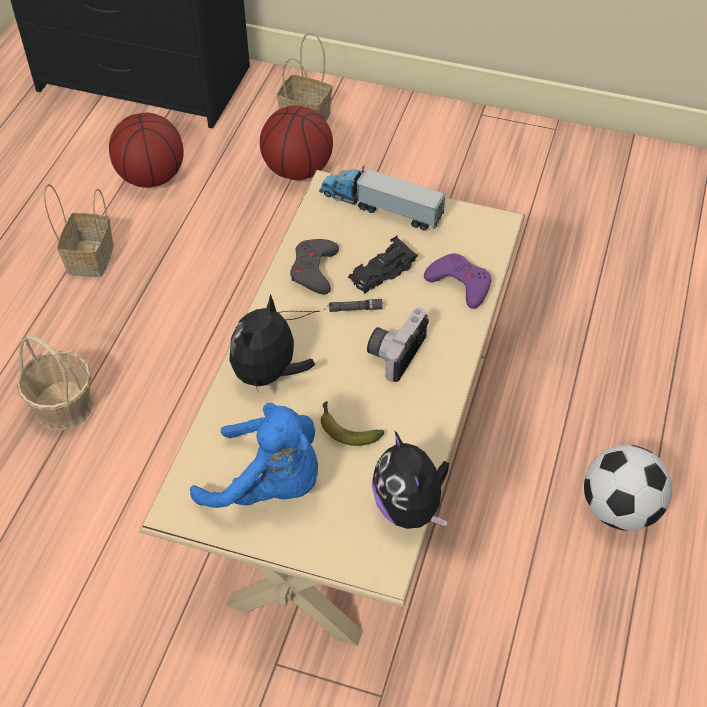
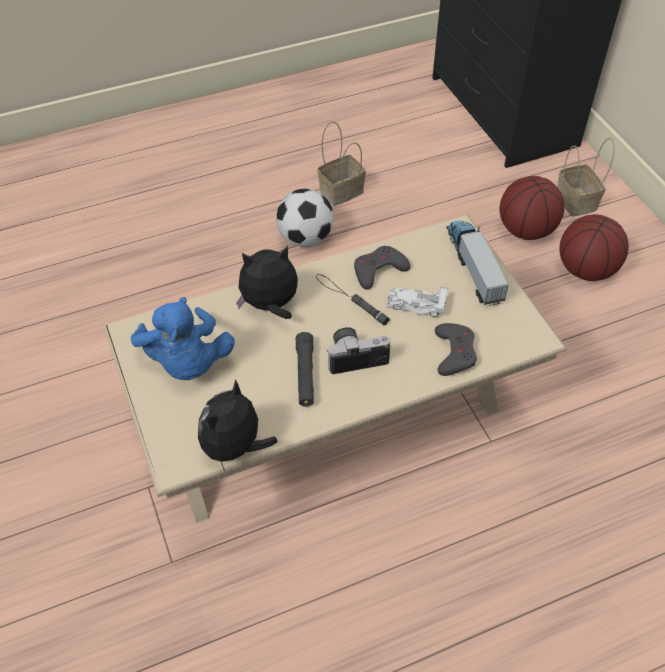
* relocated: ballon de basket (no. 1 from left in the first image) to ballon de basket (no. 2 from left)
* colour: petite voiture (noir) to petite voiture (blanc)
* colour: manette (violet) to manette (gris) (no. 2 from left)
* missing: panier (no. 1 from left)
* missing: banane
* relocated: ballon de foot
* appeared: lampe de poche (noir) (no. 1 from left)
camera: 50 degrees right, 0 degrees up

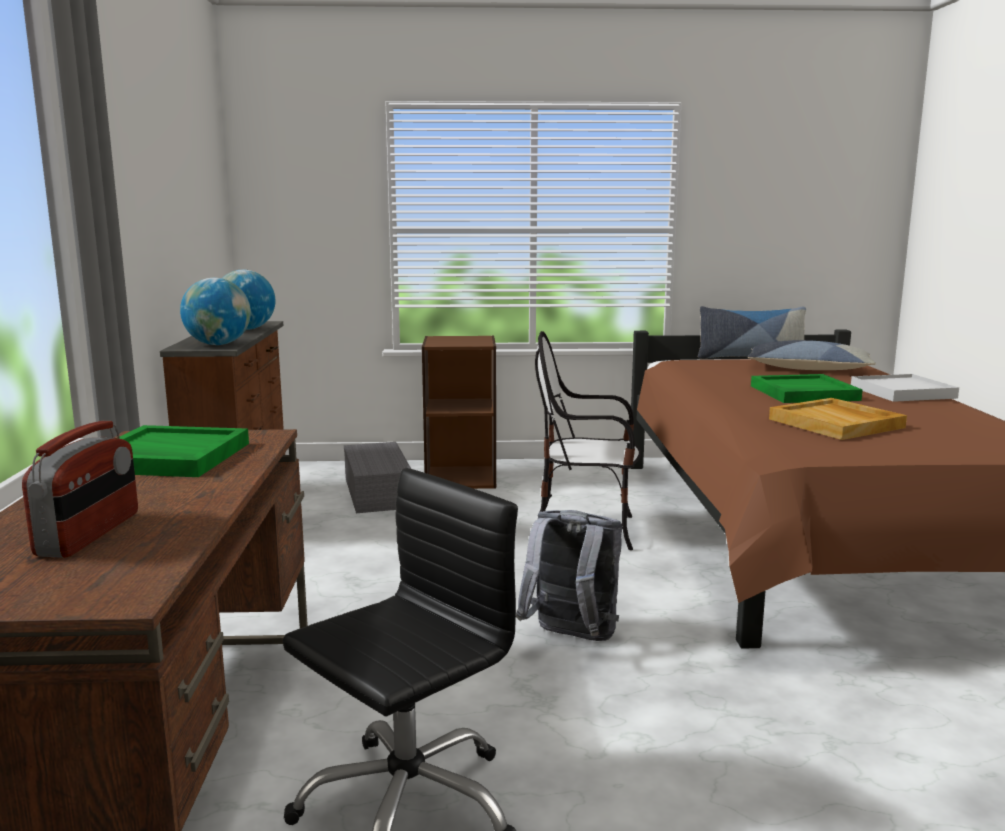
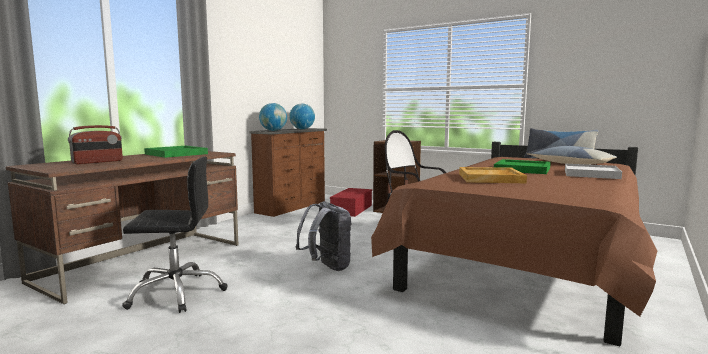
* colour: boîte de rangement (gris) to boîte de rangement (rouge)
camera: 35 degrees right, 5 degrees down

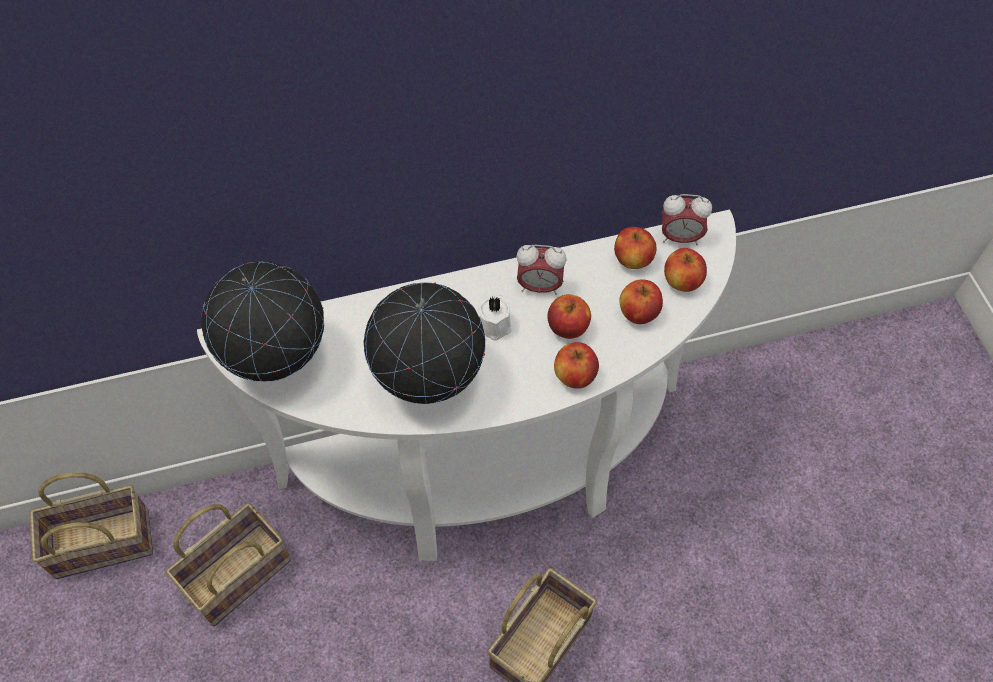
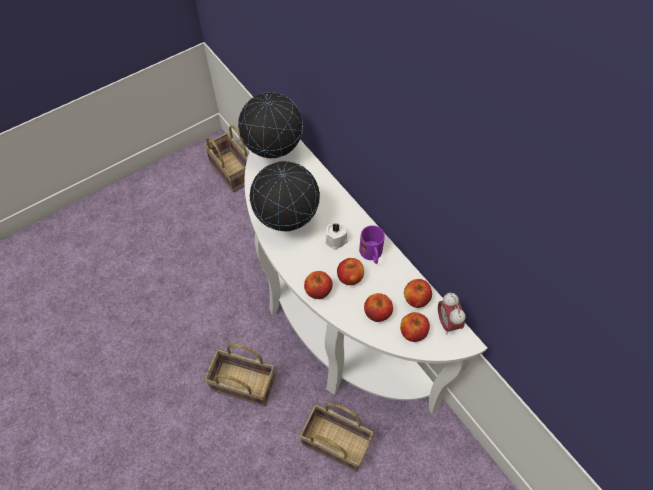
* exchanged: réveil (no. 1 from left) to mug (violet)
* relocated: panier (no. 2 from left in the first image) to panier (no. 3 from left)
camera: 70 degrees right, 0 degrees up

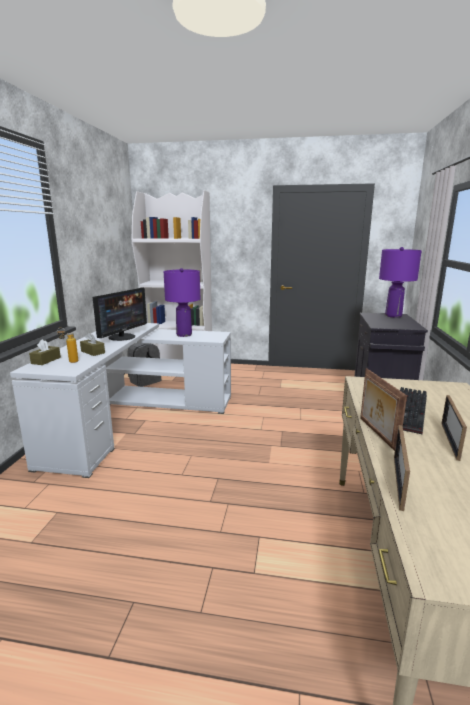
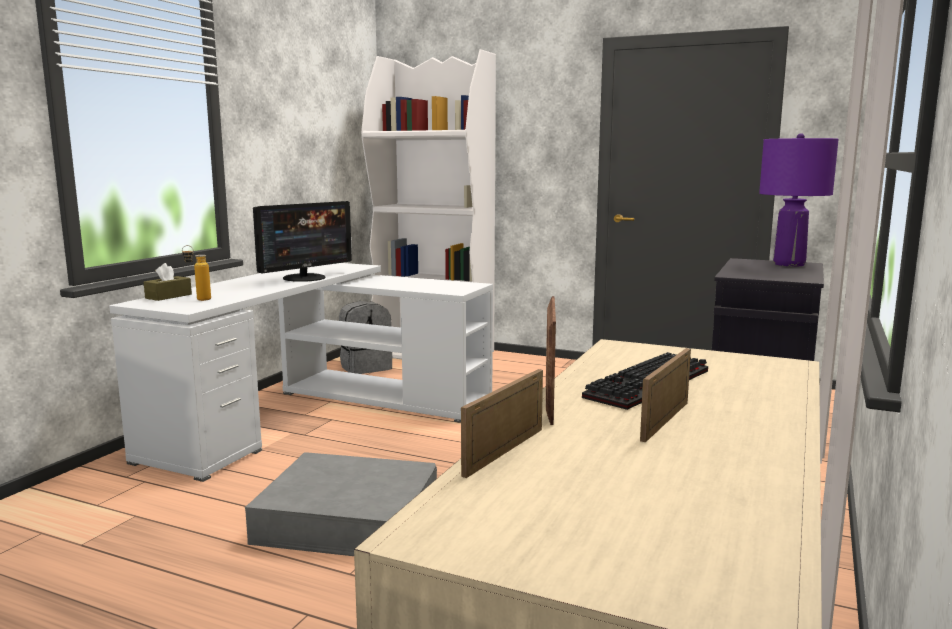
* missing: lampe de table (violet) (no. 1 from left)
* missing: boîte à mouchoirs (marron) (no. 2 from left)
* appeared: boîte de rangement (gris)
camera: 15 degrees right, 5 degrees down

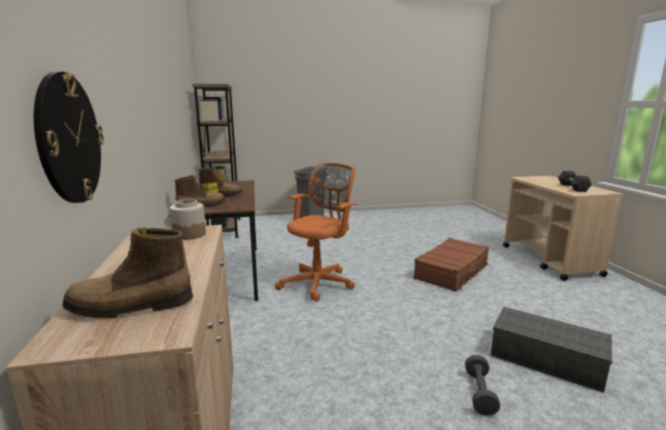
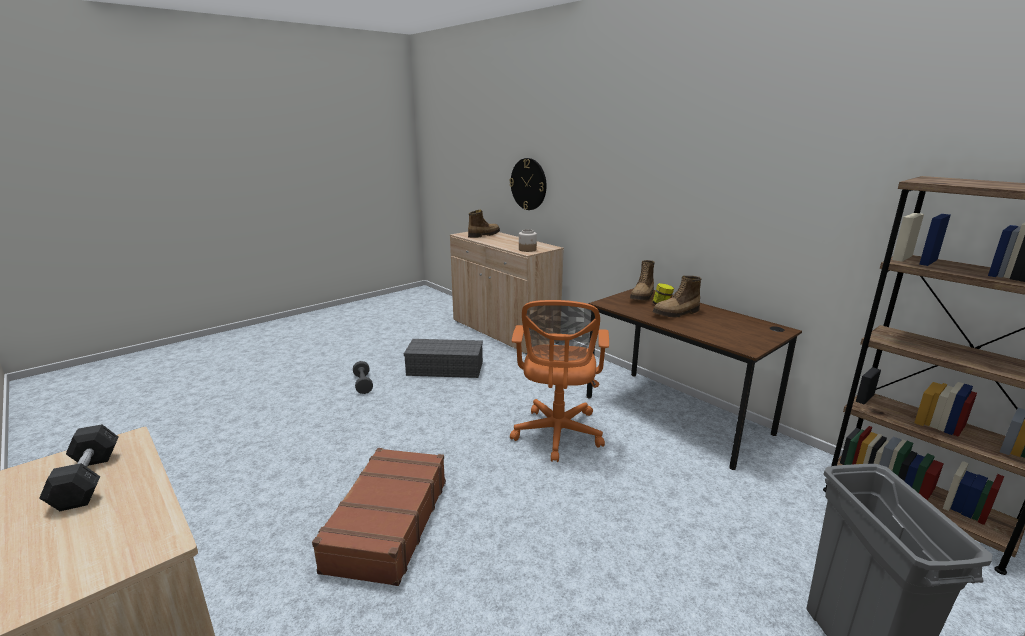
* relocated: boîte de rangement (gris)
camera: 150 degrees right, 5 degrees up

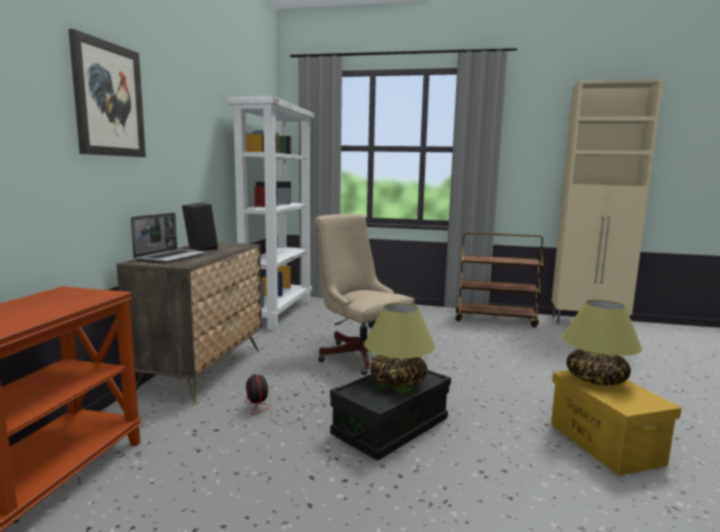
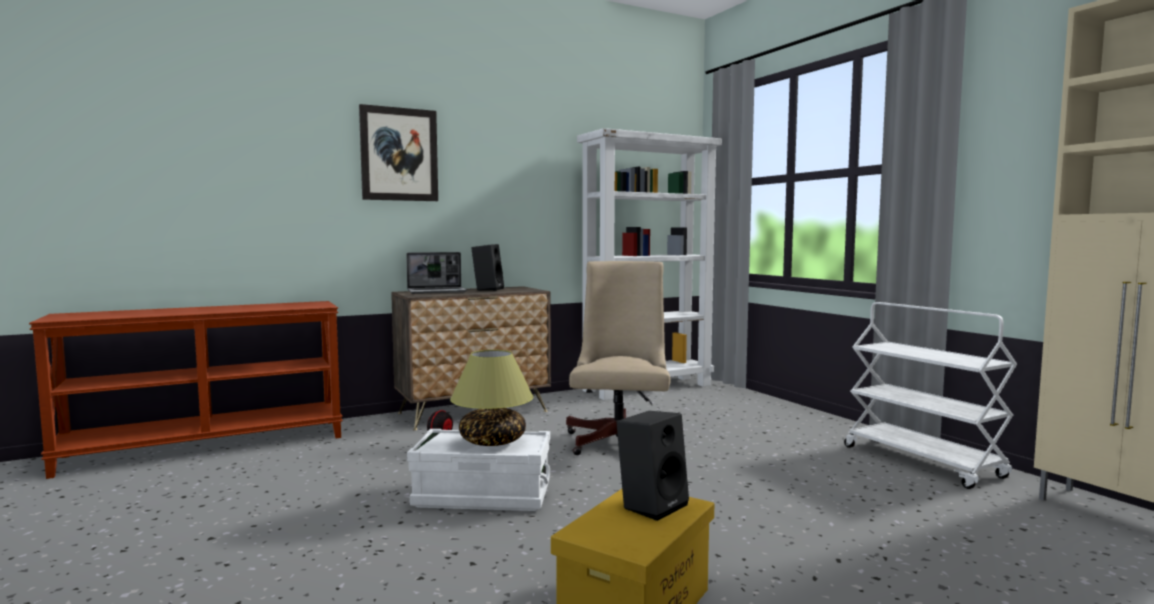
* colour: chariot (marron) to chariot (blanc)
* exchanged: lampe de table (no. 2 from left) to enceinte (noir) (no. 2 from left)
* colour: boîte de rangement (noir) to boîte de rangement (blanc)
camera: 50 degrees right, 5 degrees down

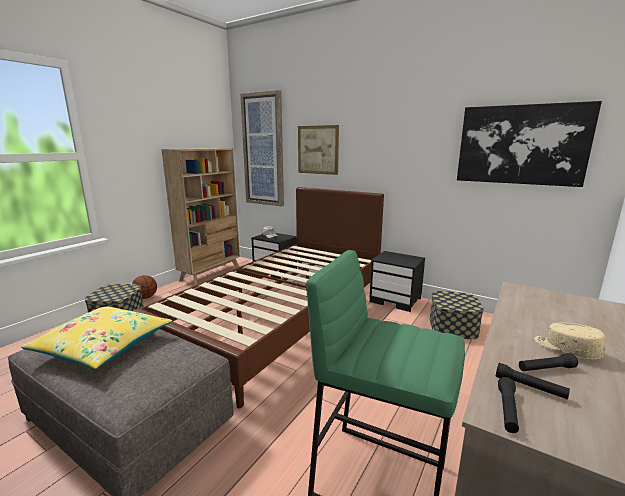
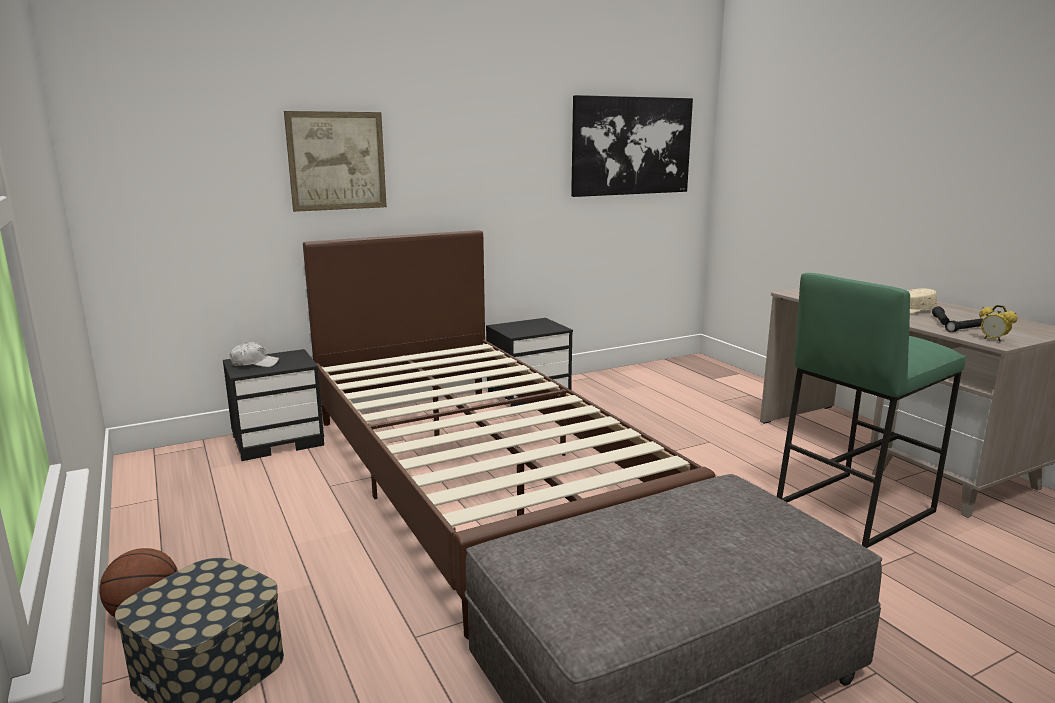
* missing: tableau (no. 1 from left)
* missing: bibliothèque (beige)
* missing: boîte de rangement (no. 2 from left)
* missing: coussin (jaune)
* exchanged: lampe de poche (noir) (no. 1 from left) to réveil
camera: 60 degrees left, 0 degrees up

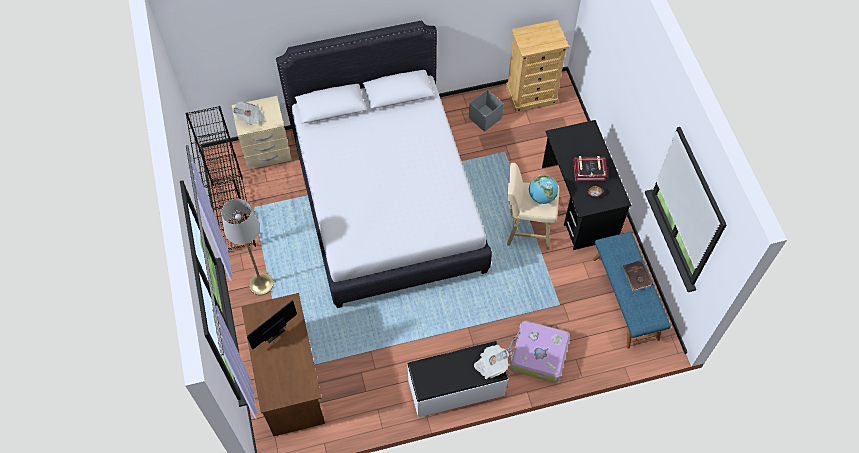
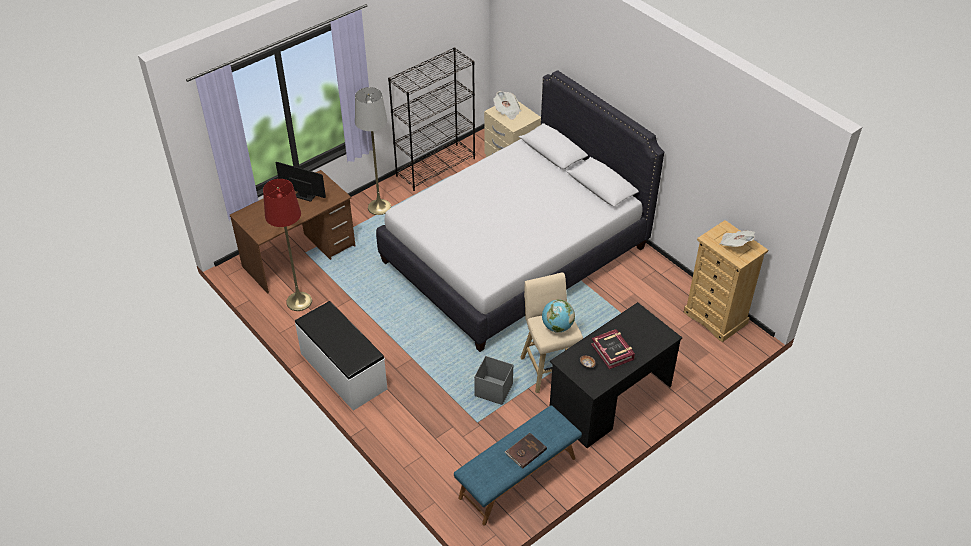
* relocated: boîte de rangement (gris)
* missing: valise
* relocated: journal (no. 2 from left)
* appeared: lampadaire (rouge)
camera: 65 degrees right, 15 degrees down

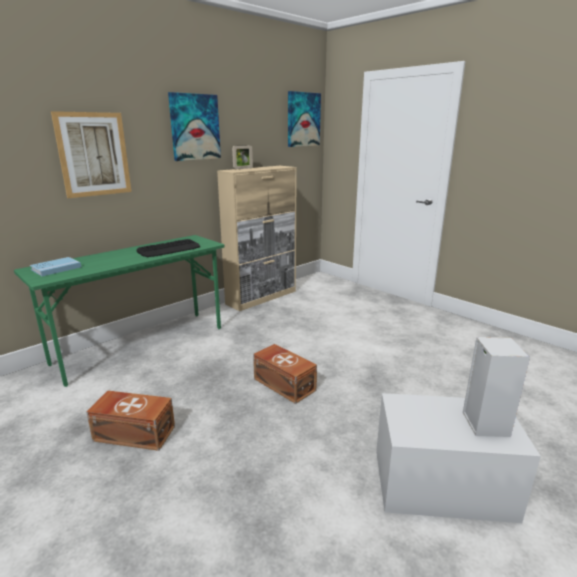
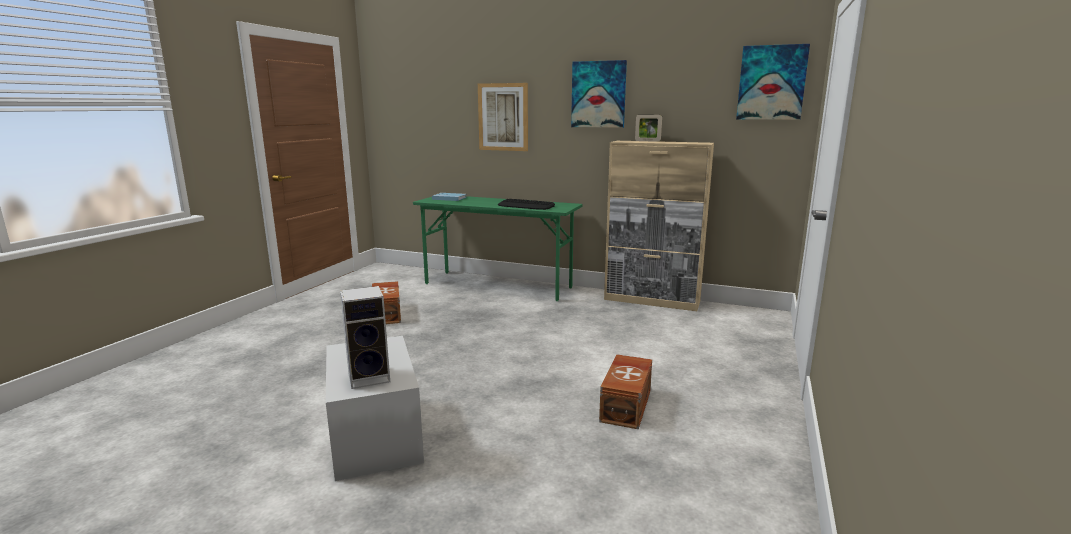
* relocated: boîte de rangement (marron) (no. 2 from left)
camera: 65 degrees right, 5 degrees down

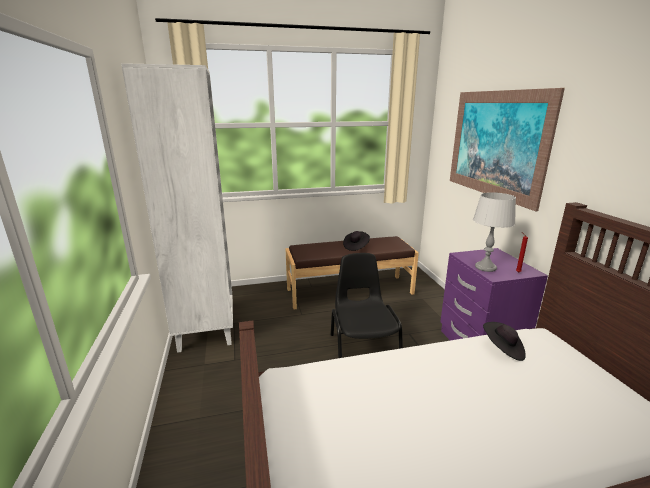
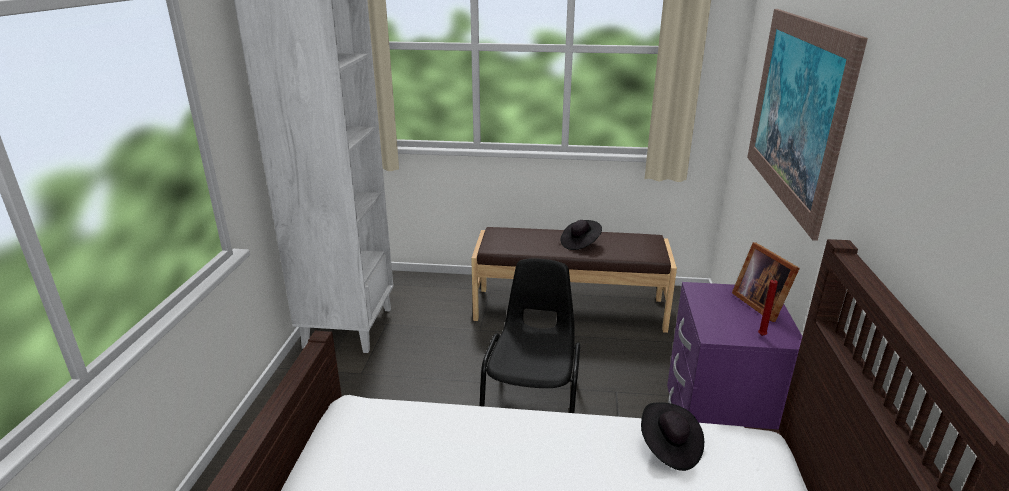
* missing: lampe de table (gris)
* appeared: cadre photo
camera: 20 degrees right, 5 degrees up

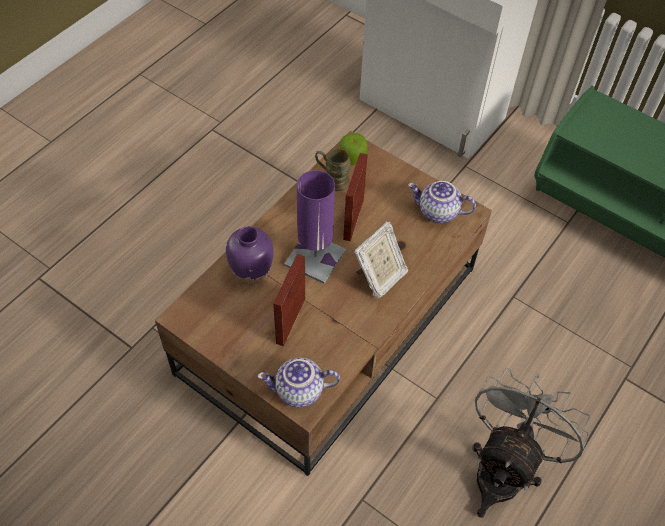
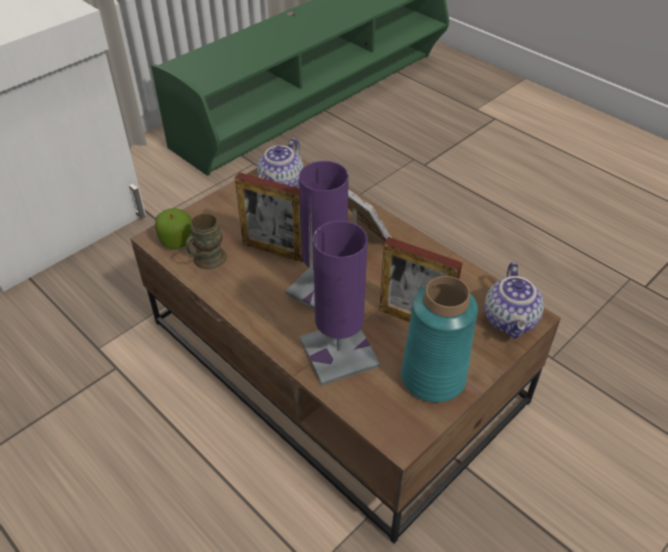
* exchanged: vase (violet) to lampe de table (violet) (no. 2 from left)
* missing: ventilateur (gris)
* appeared: vase (turquoise)
camera: 80 degrees left, 10 degrees down

